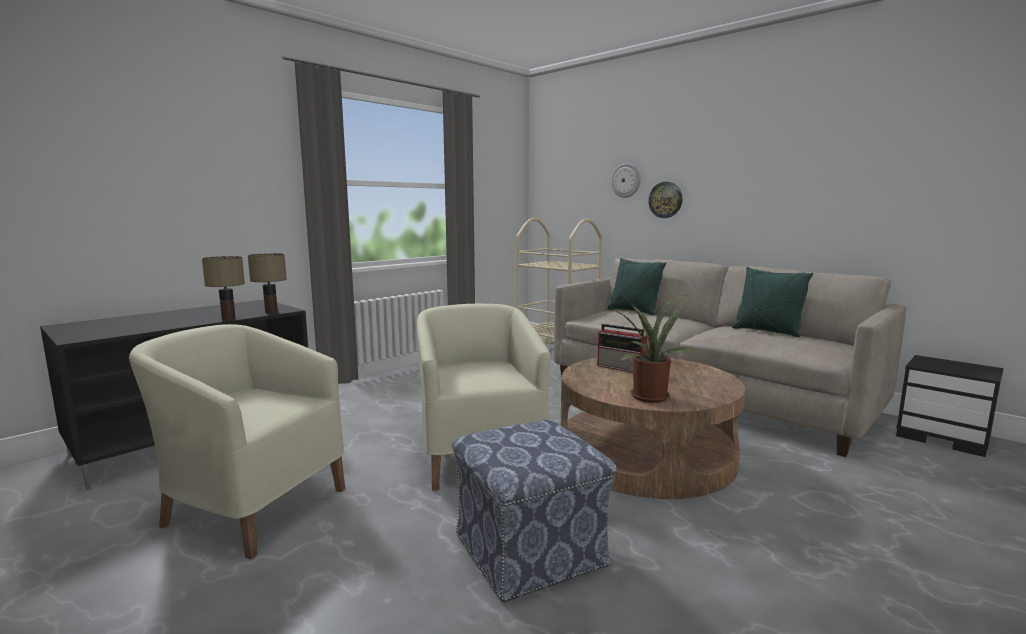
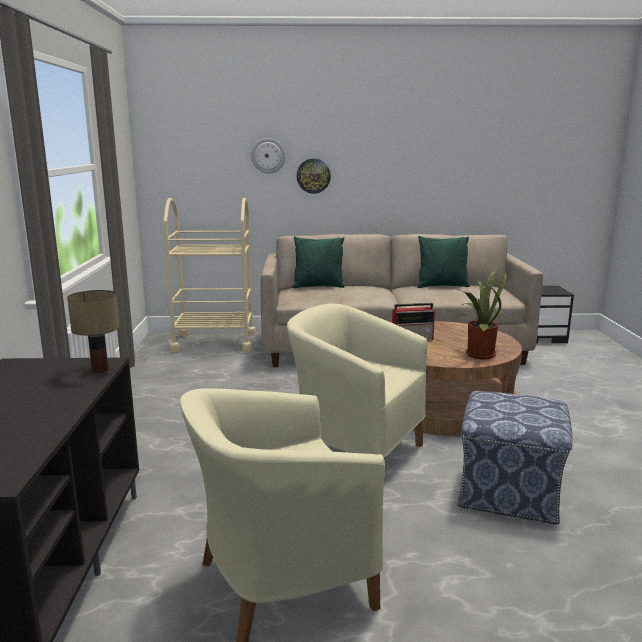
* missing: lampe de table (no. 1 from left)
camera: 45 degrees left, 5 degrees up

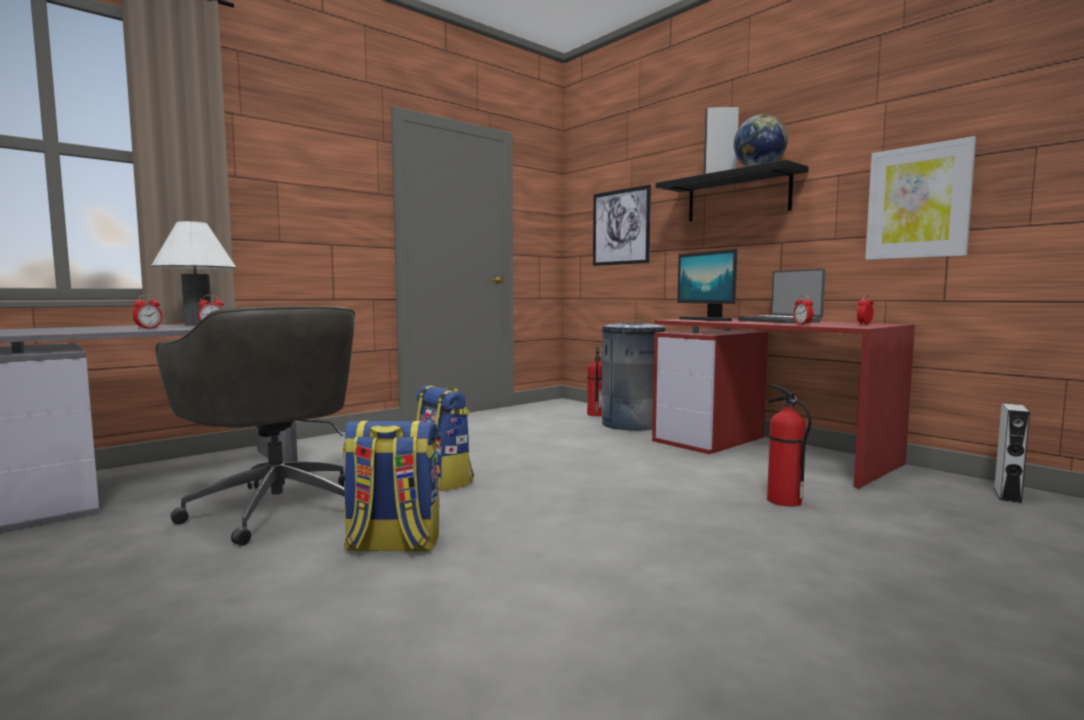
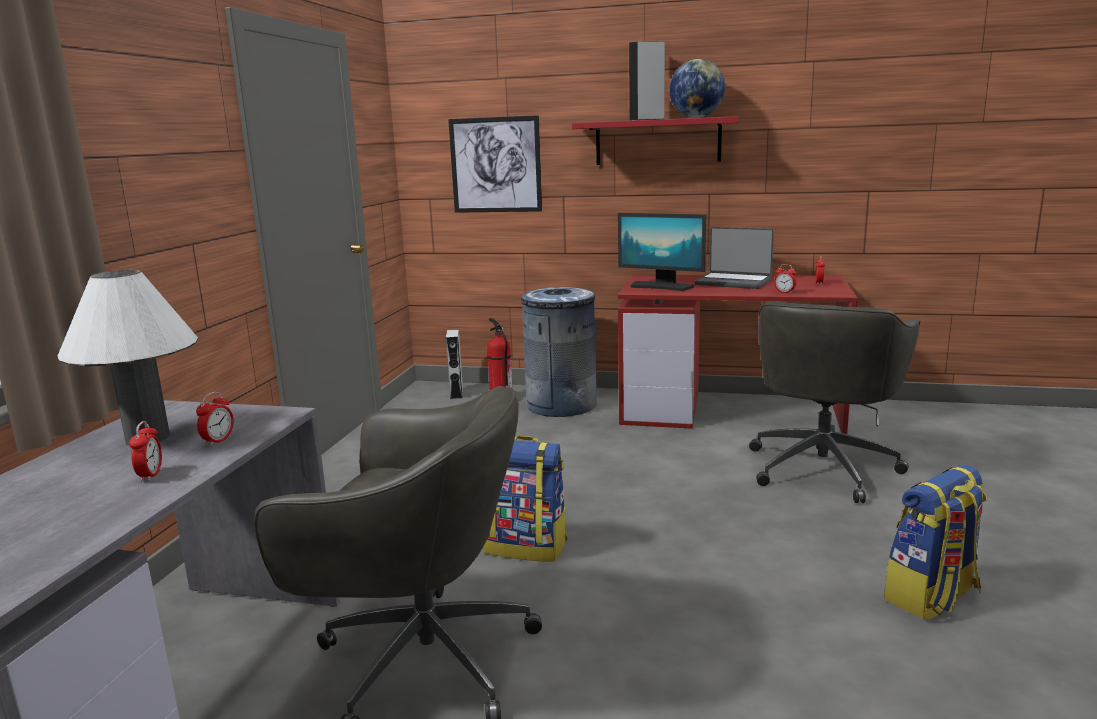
* missing: tableau (no. 2 from left)
* colour: étagère (noir) to étagère (rouge)
* exchanged: extincteur (no. 2 from left) to chaise de bureau (gris) (no. 2 from left)
* relocated: enceinte (gris) (no. 2 from left in the first image) to enceinte (gris) (no. 1 from left)
* relocated: sac à dos (no. 1 from left in the first image) to sac à dos (no. 2 from left)
camera: 35 degrees left, 10 degrees up

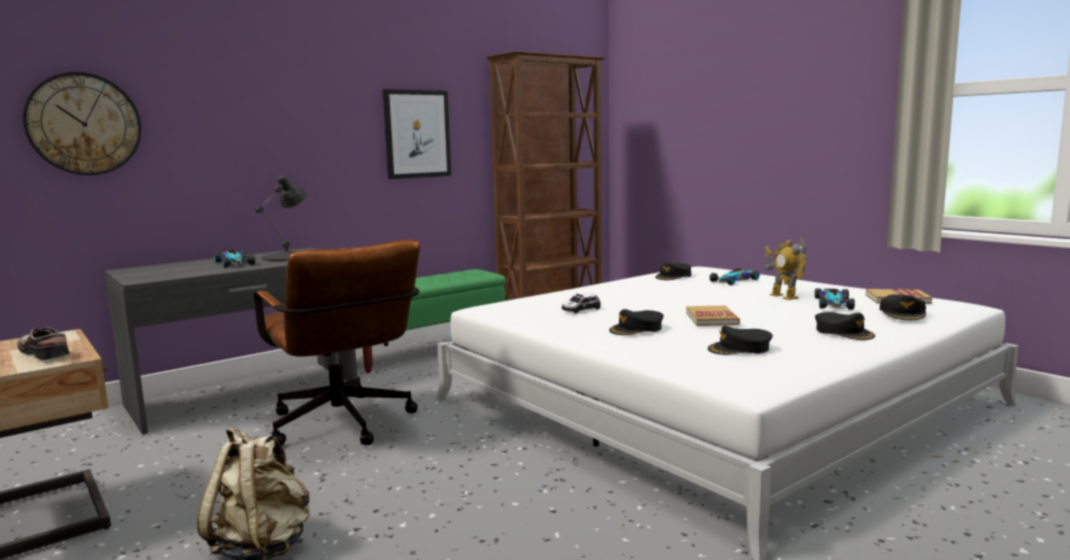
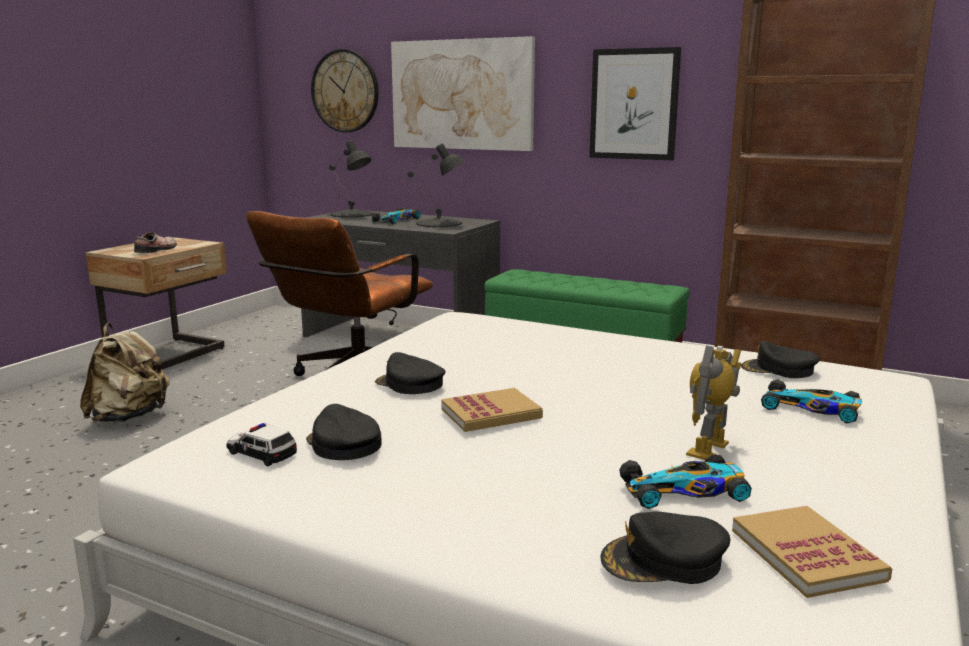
* relocated: petite voiture (no. 2 from left in the first image) to petite voiture (no. 1 from left)
* missing: casquette (noir) (no. 4 from left)
* appeared: tableau (no. 1 from left)
* appeared: lampe de table (noir) (no. 1 from left)
camera: 65 degrees right, 5 degrees up

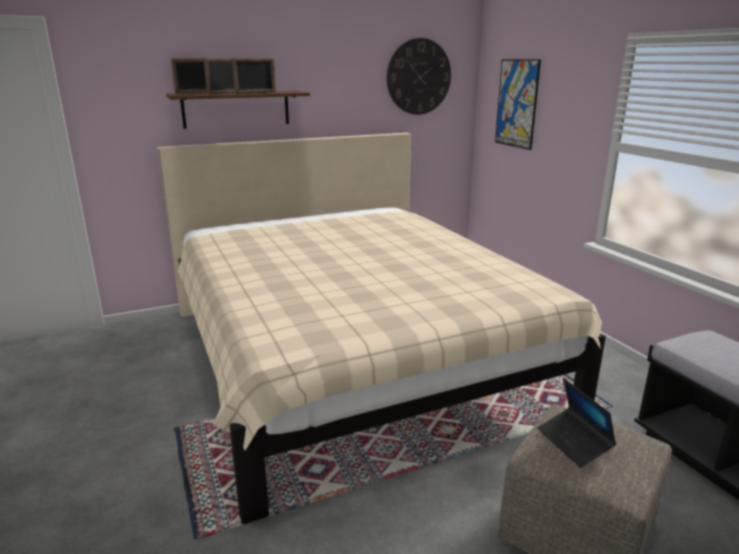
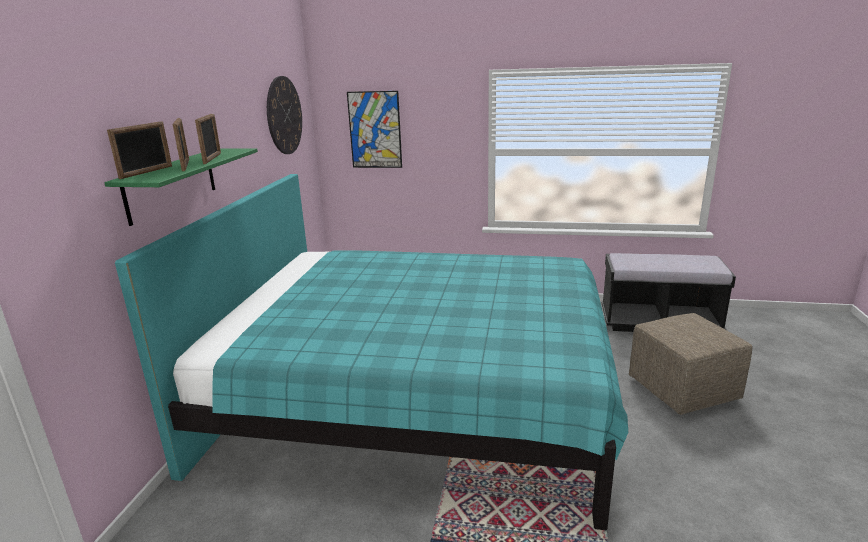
* colour: étagère (marron) to étagère (vert)
* colour: lit (beige) to lit (turquoise)
* missing: ordinateur portable
camera: 55 degrees left, 0 degrees up

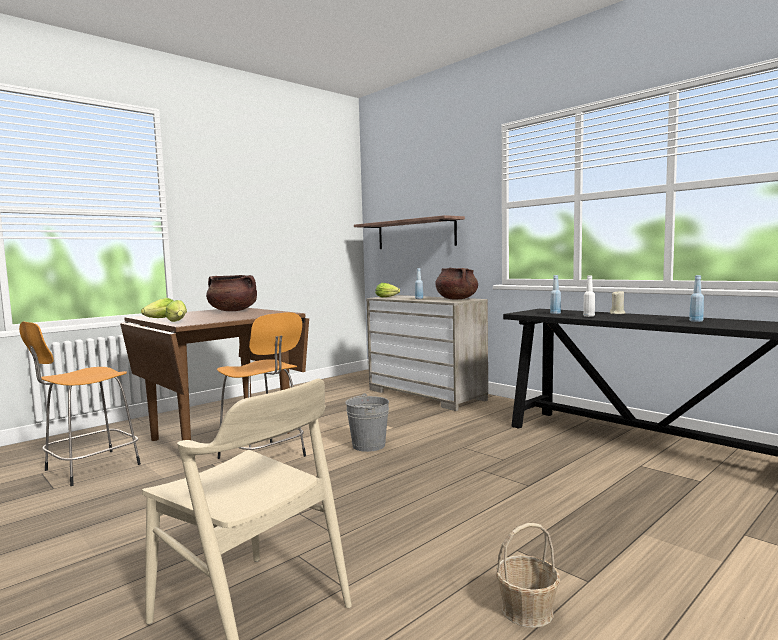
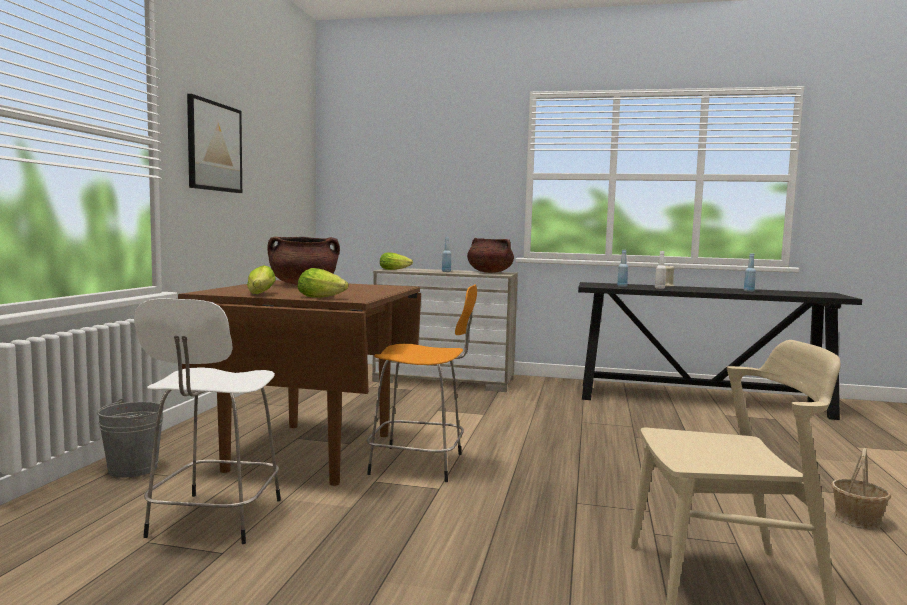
* missing: étagère
* colour: tabouret (orange) (no. 1 from left) to tabouret (blanc)
* relocated: seau (gris)
* appeared: tableau
camera: 35 degrees left, 0 degrees up

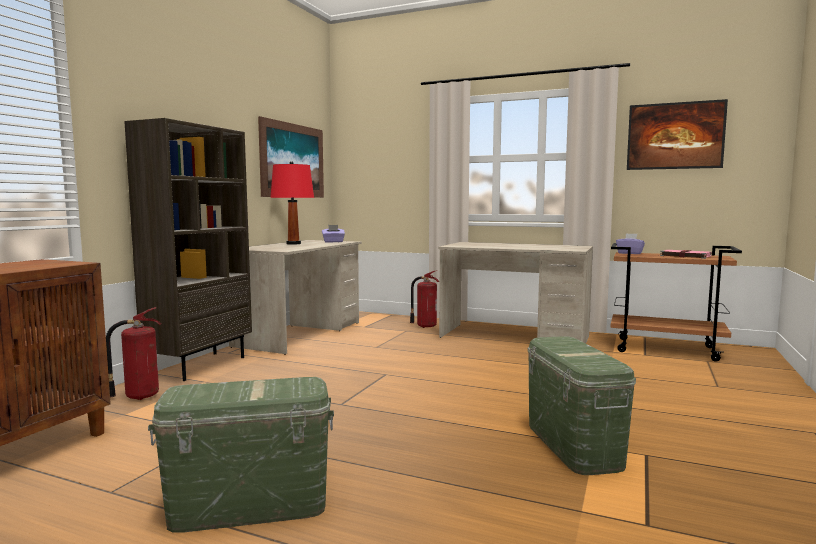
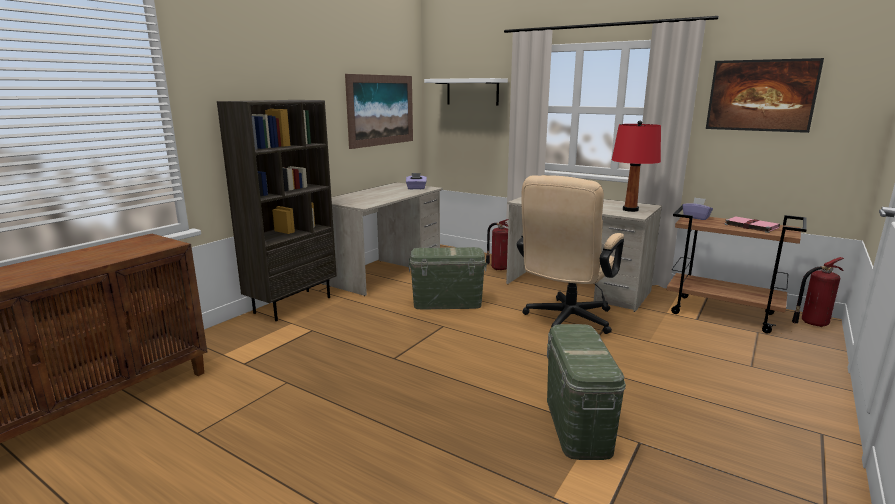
* relocated: lampe de table (rouge)
* relocated: extincteur (no. 1 from left in the first image) to extincteur (no. 2 from left)
* relocated: boîte de rangement (vert) (no. 1 from left)
* appeared: étagère (blanc)
* appeared: chaise de bureau (beige)
camera: 10 degrees right, 10 degrees up

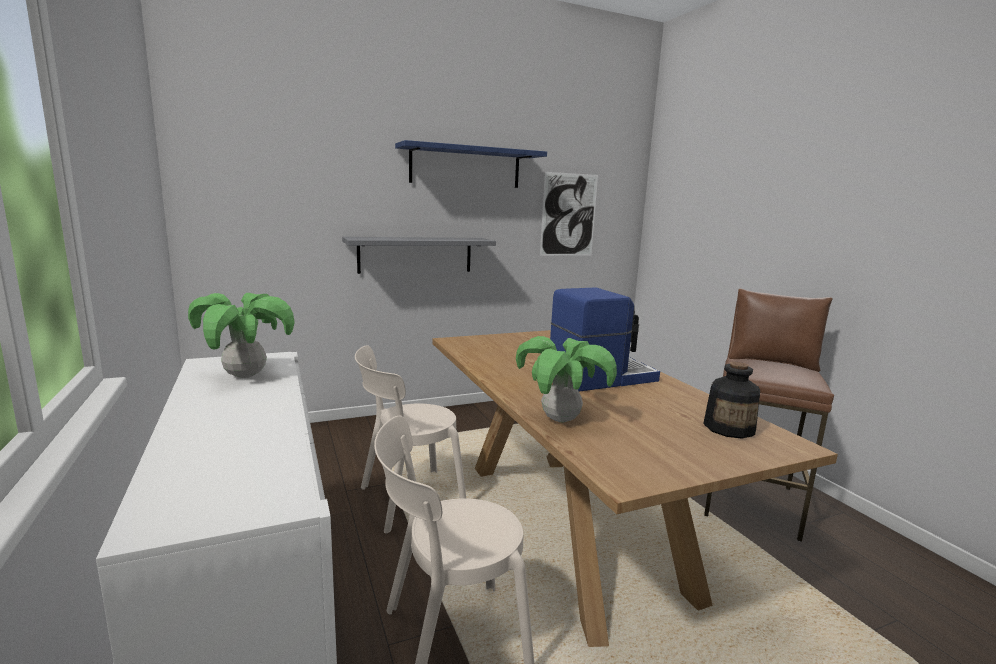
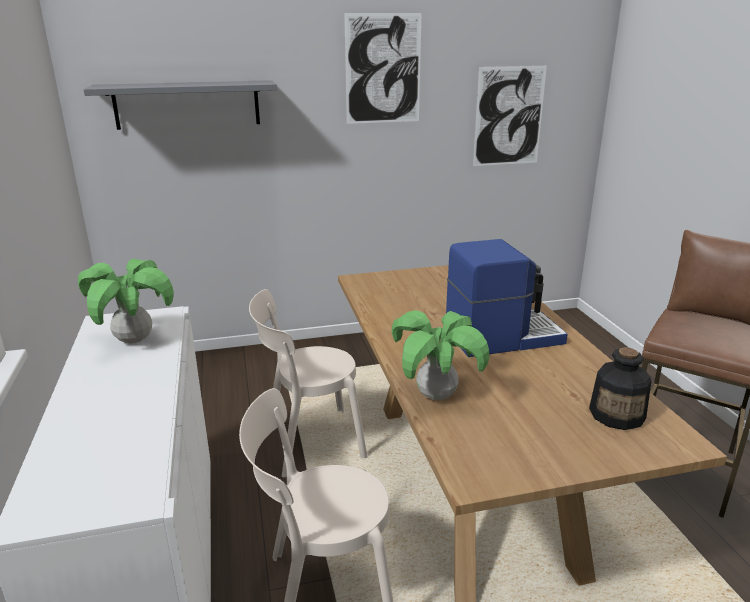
* exchanged: étagère (bleu) to tableau (no. 1 from left)
* relocated: étagère (gris)
camera: 10 degrees right, 10 degrees up

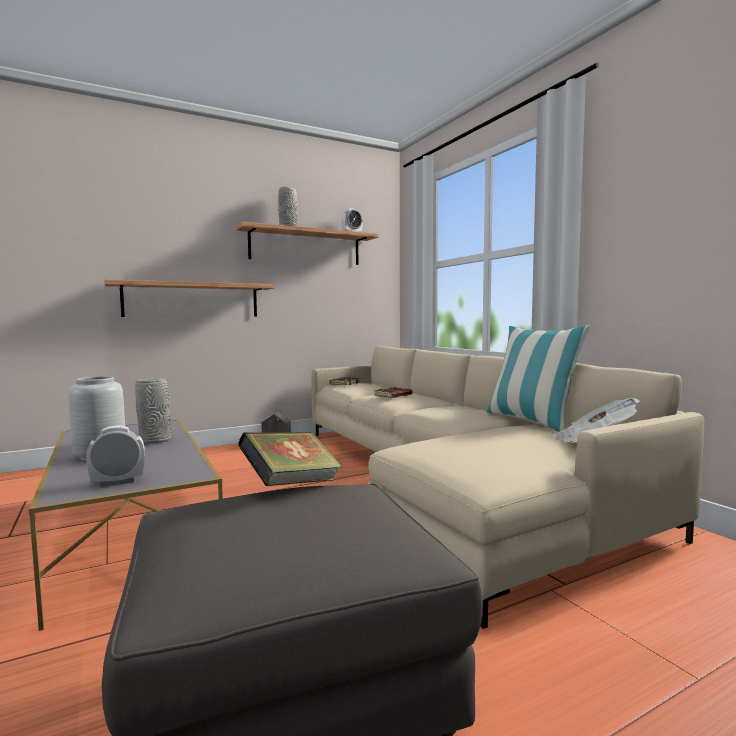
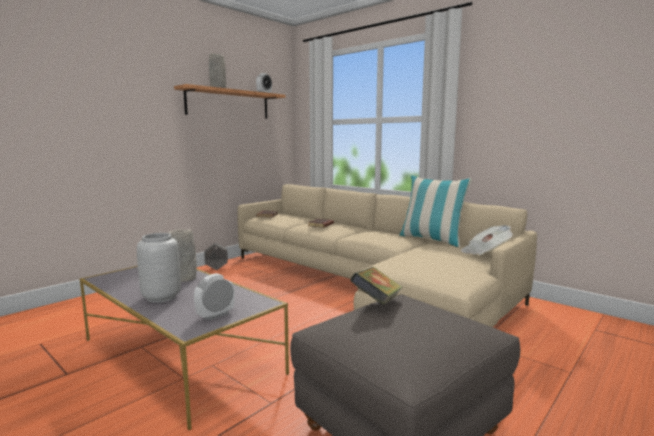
* missing: étagère (no. 1 from left)
camera: 20 degrees left, 5 degrees up

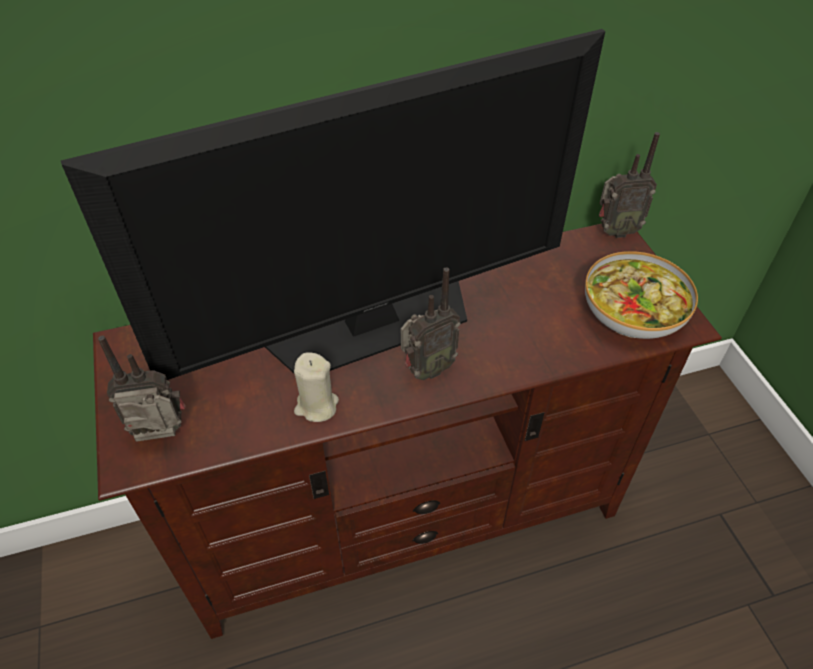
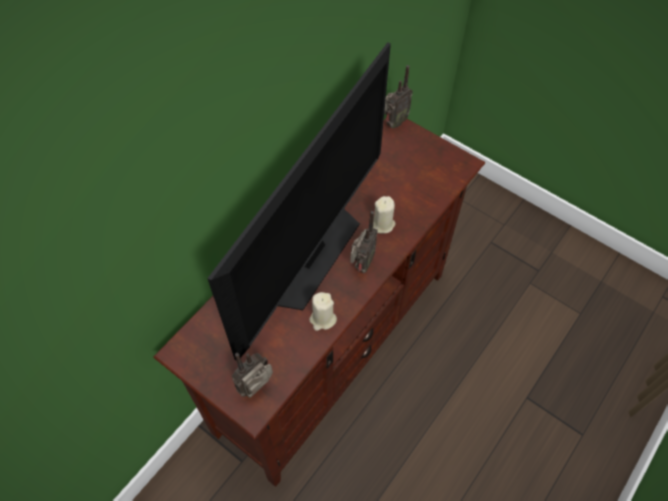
* missing: bol
* appeared: bougie (beige) (no. 2 from left)
camera: 35 degrees left, 10 degrees up

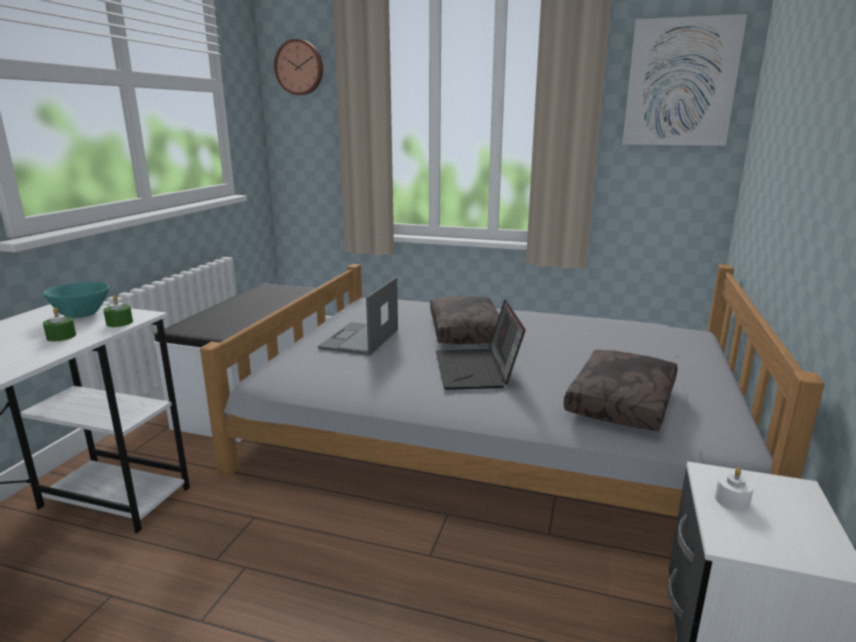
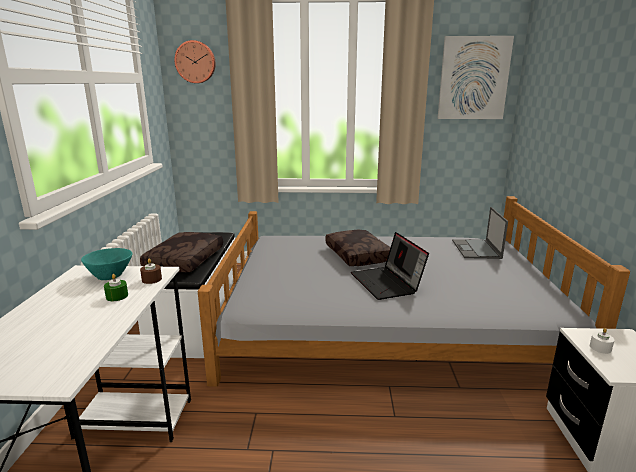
* relocated: ordinateur portable (no. 1 from left in the first image) to ordinateur portable (no. 2 from left)
* colour: bougie (vert) (no. 2 from left) to bougie (marron)
* relocated: coussin (marron) (no. 2 from left in the first image) to coussin (marron) (no. 1 from left)
camera: 15 degrees left, 0 degrees up

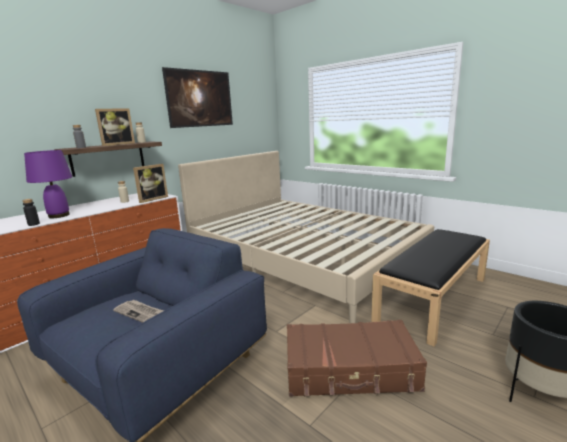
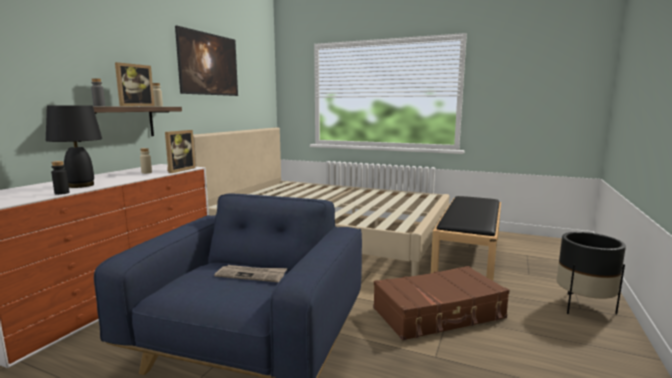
* colour: lampe de table (violet) to lampe de table (noir)
camera: 20 degrees left, 5 degrees down

